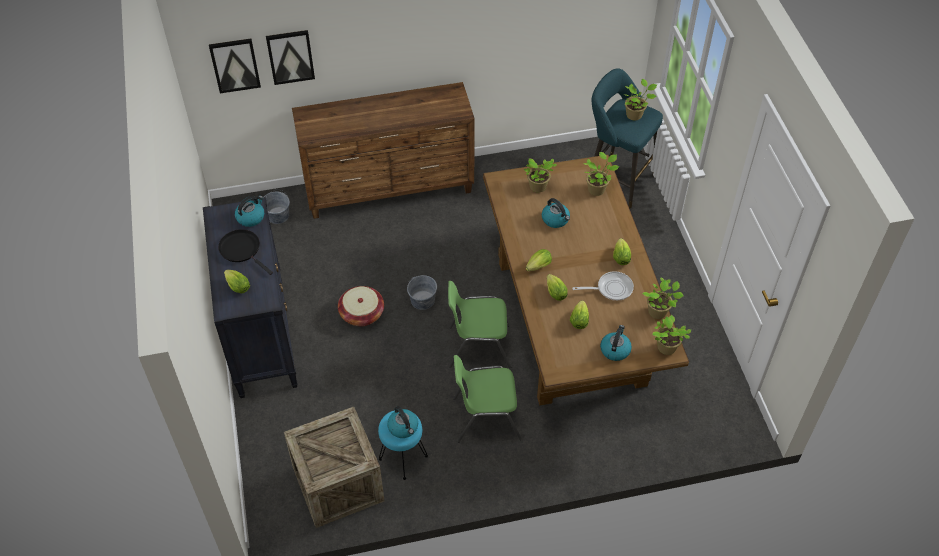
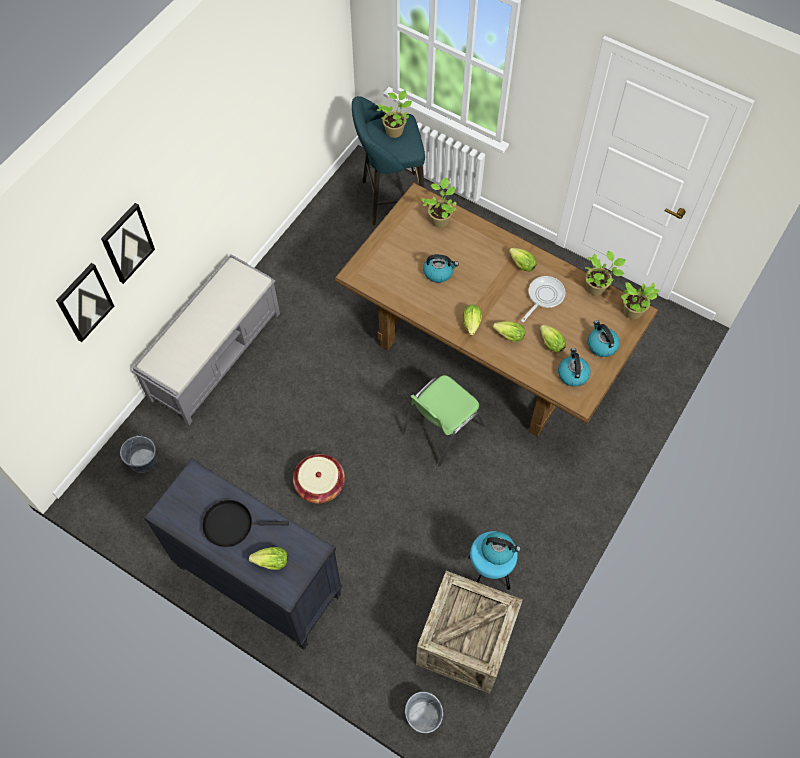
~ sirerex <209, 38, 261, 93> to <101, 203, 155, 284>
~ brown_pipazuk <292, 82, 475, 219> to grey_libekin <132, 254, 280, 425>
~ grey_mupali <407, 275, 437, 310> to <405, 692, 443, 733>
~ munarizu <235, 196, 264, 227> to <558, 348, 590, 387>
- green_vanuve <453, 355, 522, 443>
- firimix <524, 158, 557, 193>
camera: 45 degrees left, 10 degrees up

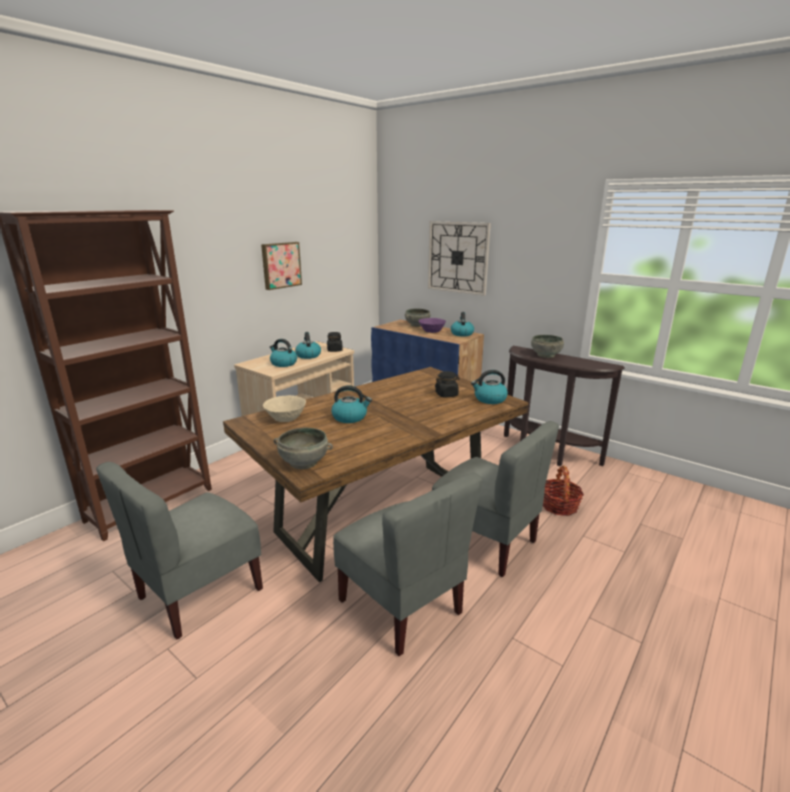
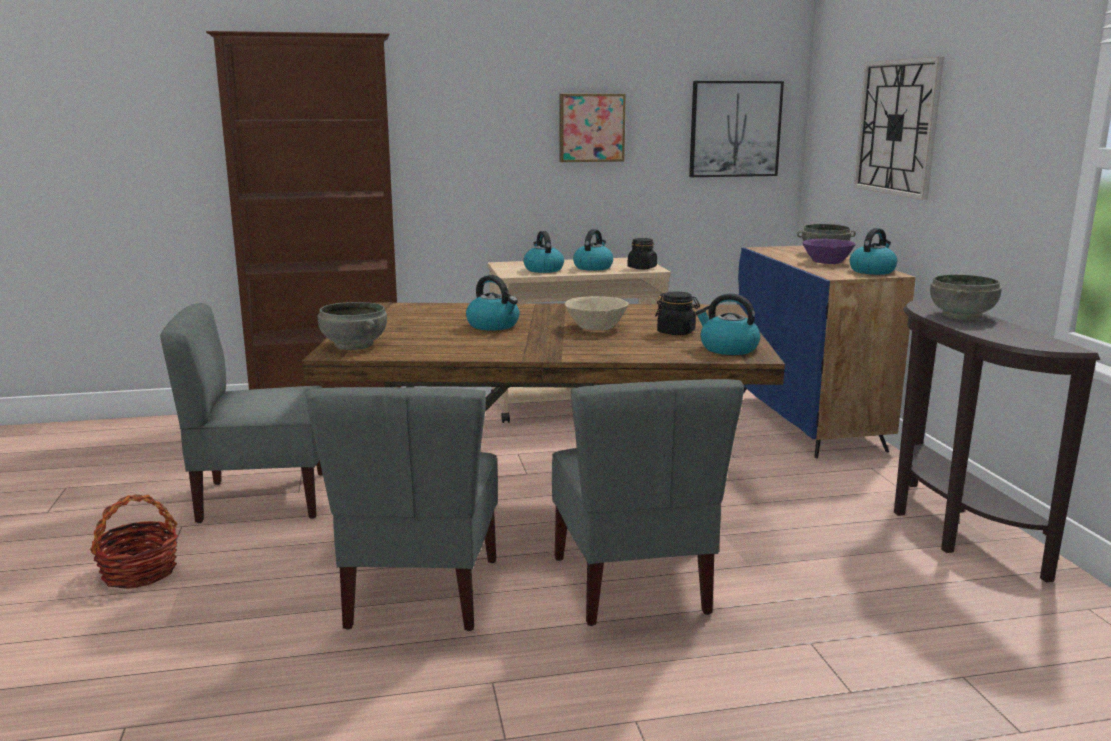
~ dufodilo <543, 466, 584, 516> to <90, 495, 178, 589>
~ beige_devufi <263, 395, 306, 422> to <565, 296, 629, 330>
+ sirerex <689, 81, 784, 177>
camera: 40 degrees right, 5 degrees down

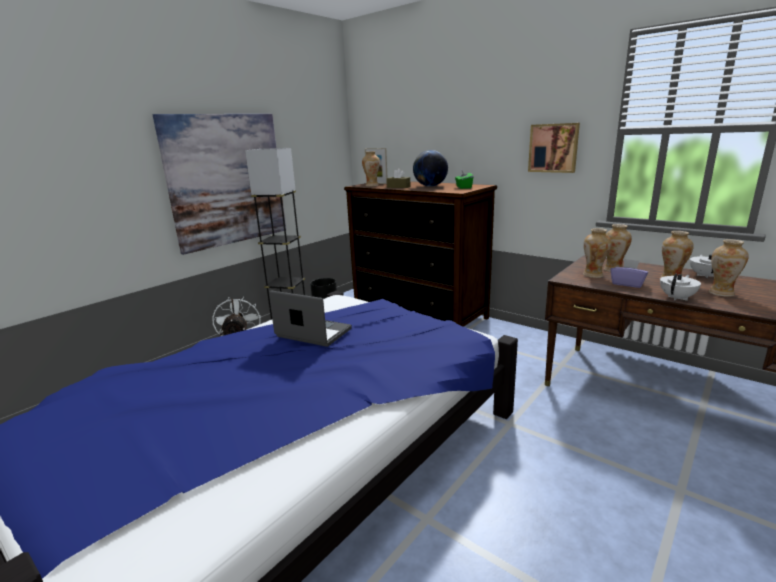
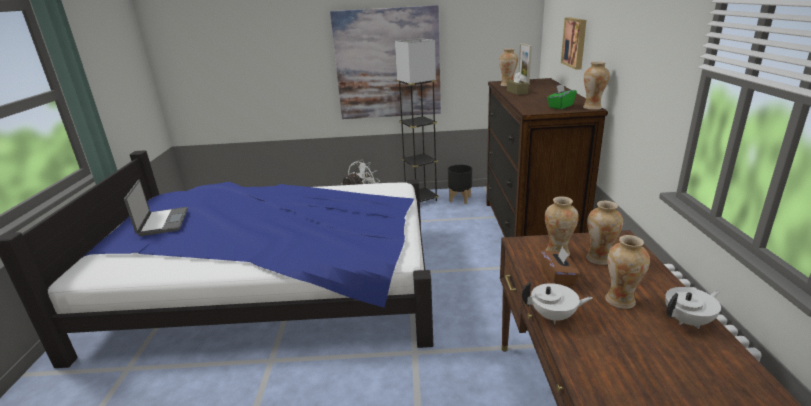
~ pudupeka <269, 290, 352, 347> to <124, 180, 188, 236>
~ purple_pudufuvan <610, 259, 648, 288> to brown_pudufuvan <540, 246, 580, 286>
~ sirerex <528, 123, 580, 173> to <561, 17, 586, 70>
~ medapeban <709, 239, 749, 297> to <583, 61, 610, 110>
- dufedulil <413, 150, 448, 187>
camera: 50 degrees right, 5 degrees up

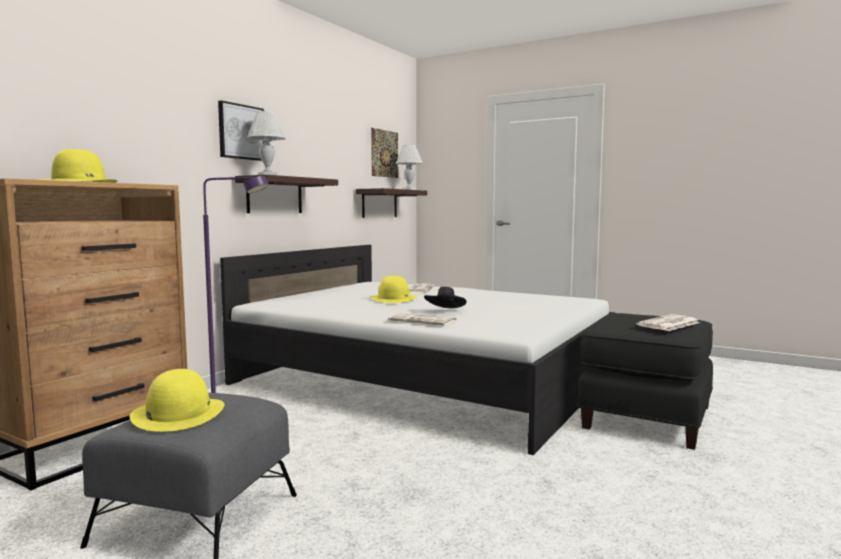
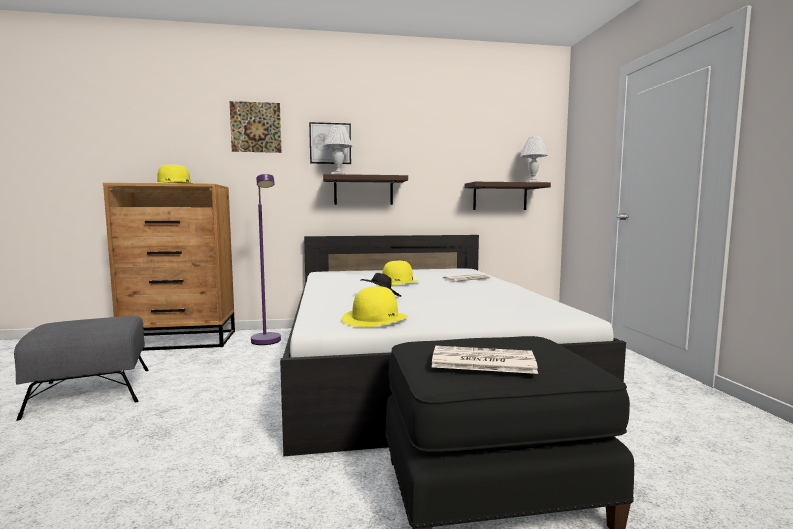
~ sirerex <371, 128, 398, 178> to <230, 101, 282, 153>
~ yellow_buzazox <130, 369, 224, 432> to <342, 286, 408, 327>
- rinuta <388, 313, 457, 326>
camera: 50 degrees right, 0 degrees up

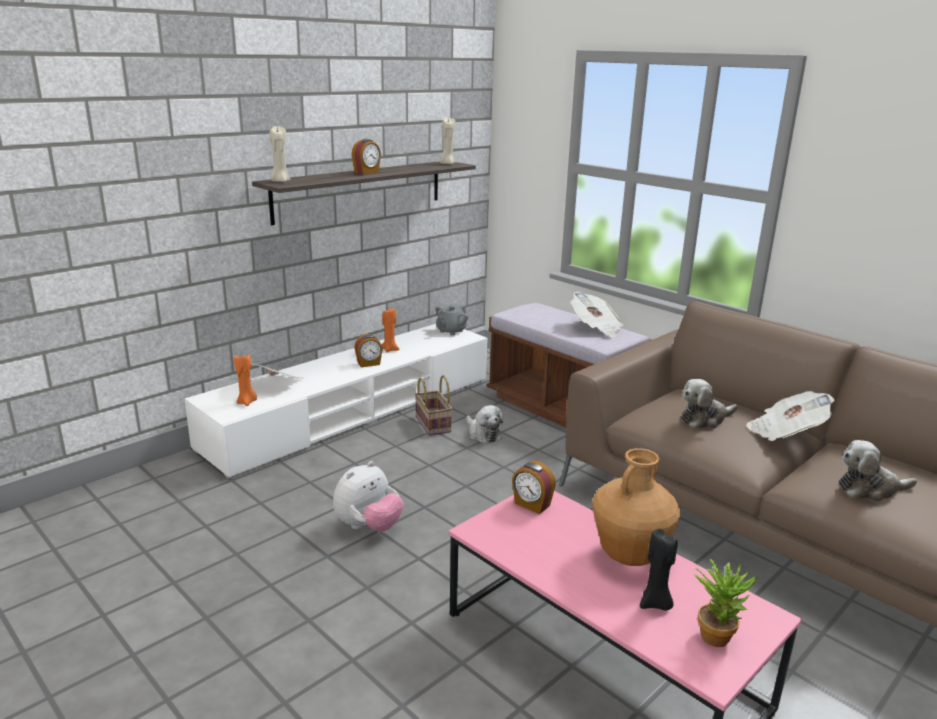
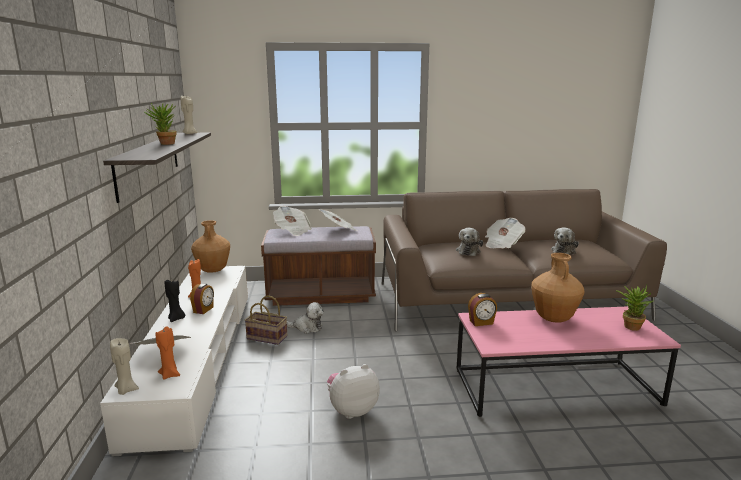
~ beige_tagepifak <269, 126, 290, 182> to <110, 338, 139, 395>
~ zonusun <352, 139, 381, 175> to firimix <145, 103, 177, 145>
~ black_tagepifak <640, 529, 678, 611> to <164, 280, 185, 322>
~ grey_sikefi <436, 305, 468, 336> to brown_medapeban <191, 220, 230, 273>
+ rinuta <273, 206, 312, 236>
~ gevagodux <333, 461, 404, 532> = <327, 364, 380, 419> 105 degrees counterclockwise
camera: 50 degrees left, 5 degrees down

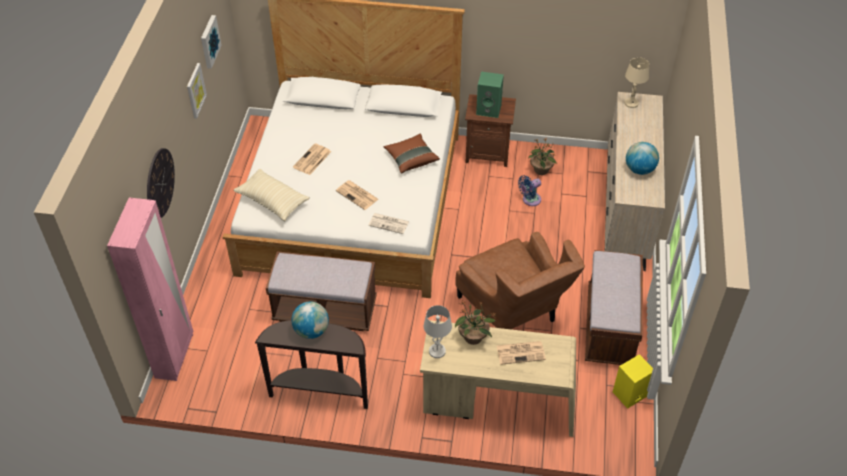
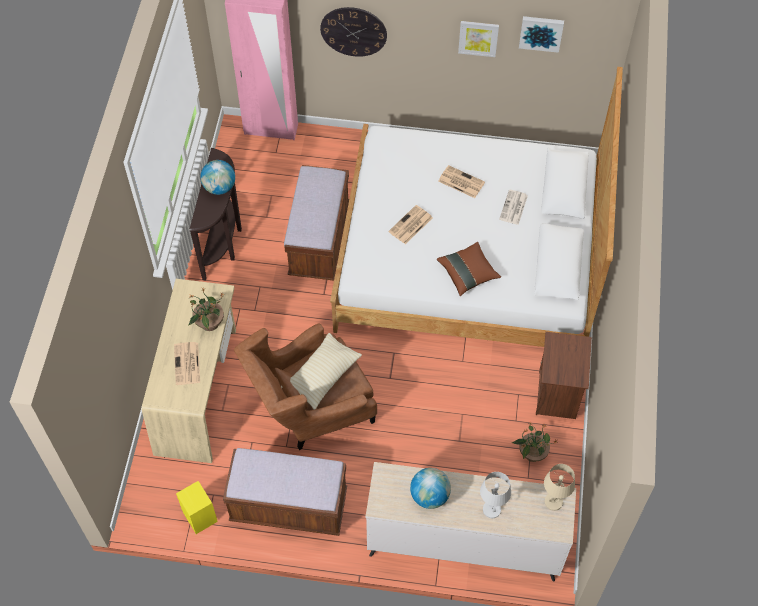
~ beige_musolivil <234, 169, 310, 221> to <281, 333, 362, 410>
~ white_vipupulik <424, 305, 452, 358> to <480, 472, 511, 518>
~ rinuta <369, 213, 409, 234> to <499, 190, 528, 225>
- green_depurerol <476, 71, 504, 118>
- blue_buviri <518, 175, 541, 206>
camera: 90 degrees right, 10 degrees up

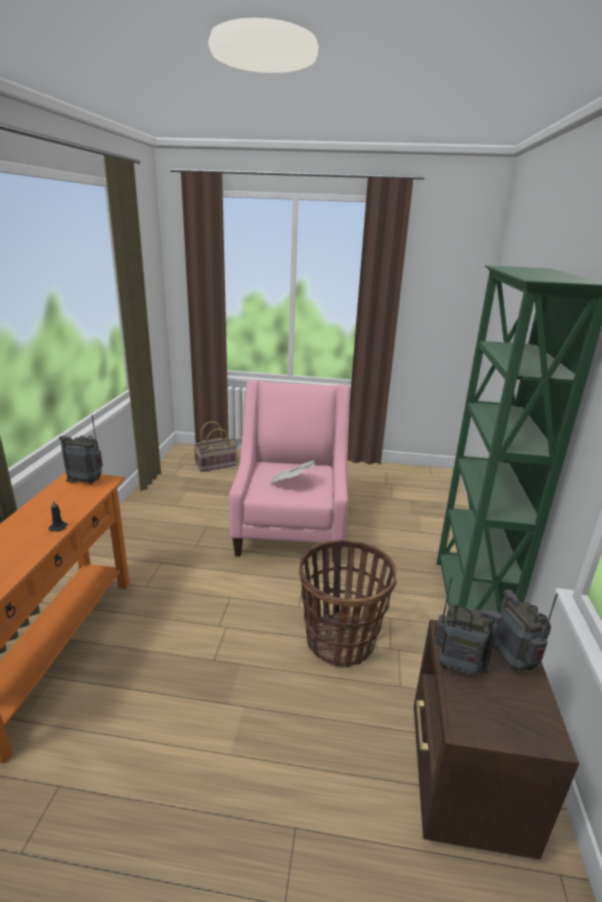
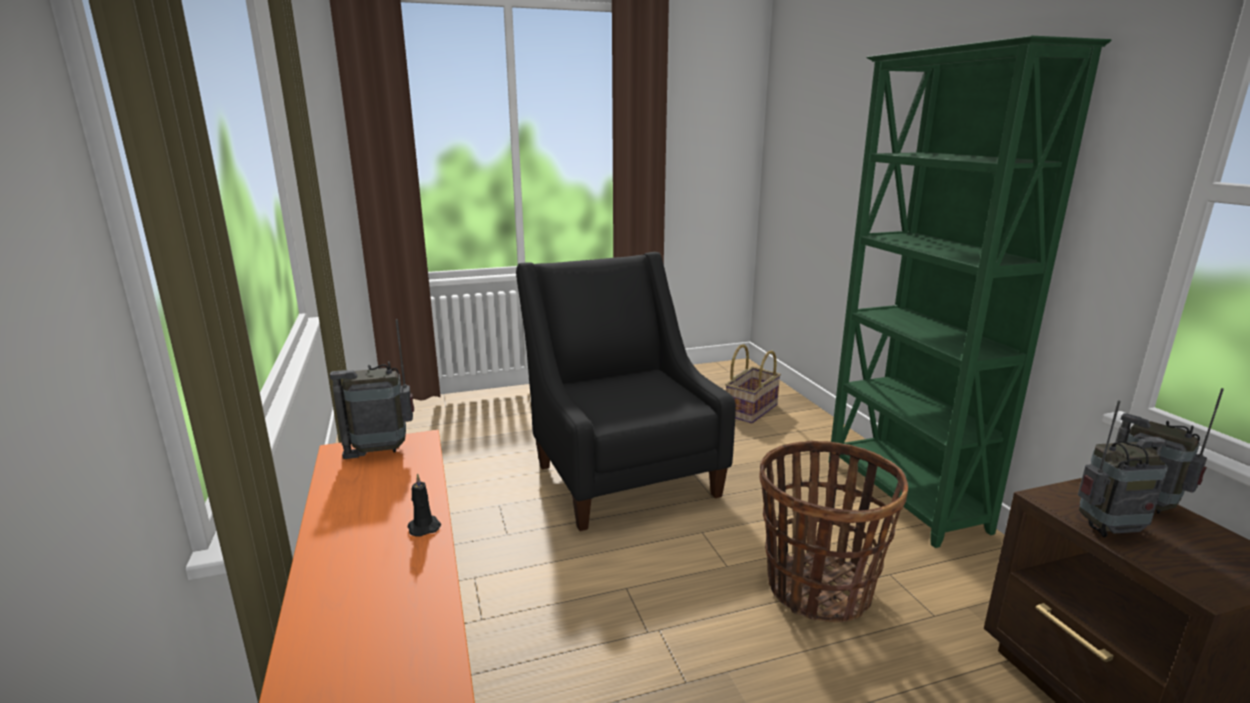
~ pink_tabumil <229, 380, 350, 562> to black_tabumil <516, 252, 736, 531>
~ dufodilo <193, 421, 237, 472> to <725, 344, 781, 424>
- rinuta <270, 460, 315, 483>
camera: 25 degrees left, 5 degrees down

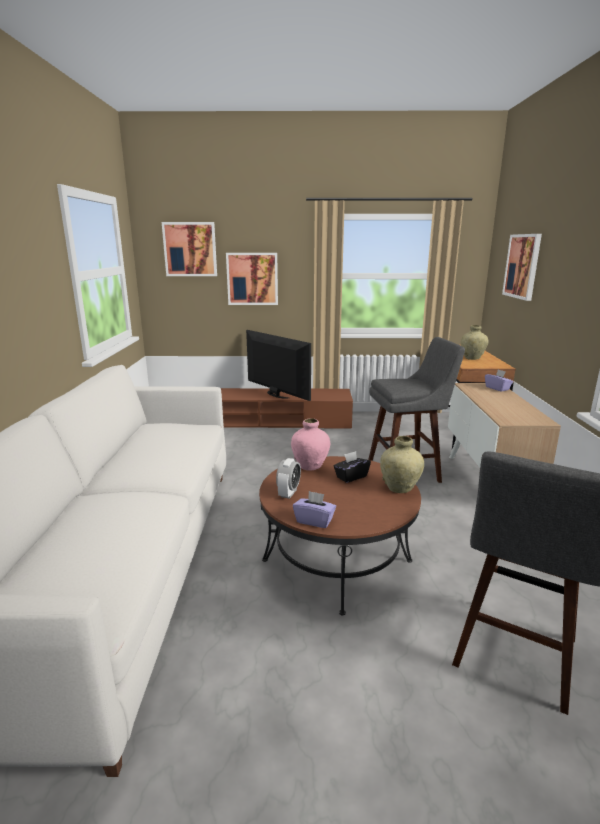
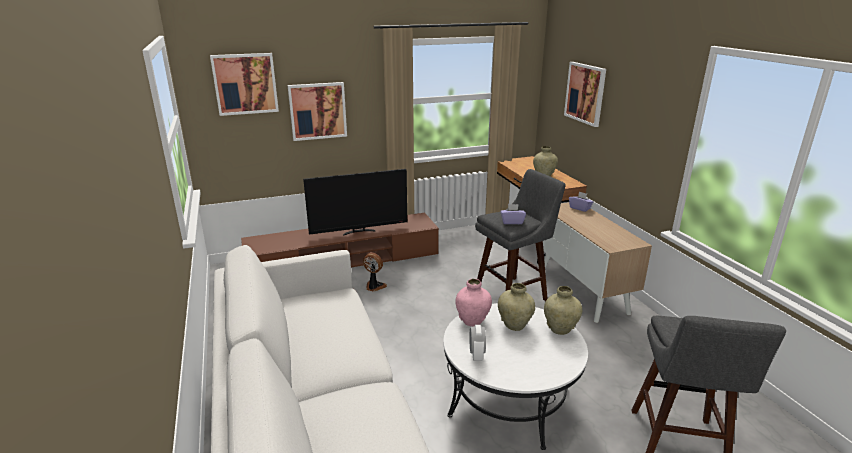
~ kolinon <246, 330, 311, 401> = <303, 169, 407, 236> 135 degrees clockwise
+ buviri <363, 253, 387, 292>
~ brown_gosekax <259, 456, 421, 615> to white_gosekax <443, 303, 588, 450>
~ black_pudufuvan <334, 451, 371, 483> to beige_medapeban <498, 283, 535, 331>
~ purple_pudufuvan <293, 491, 336, 528> to <500, 204, 526, 224>
camera: 20 degrees left, 5 degrees up

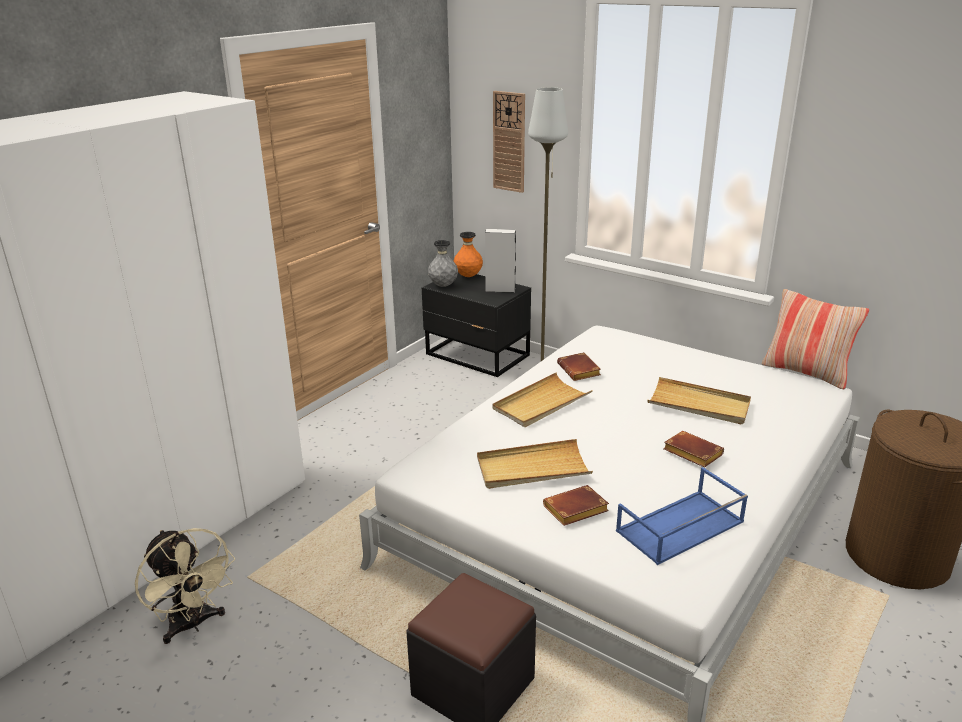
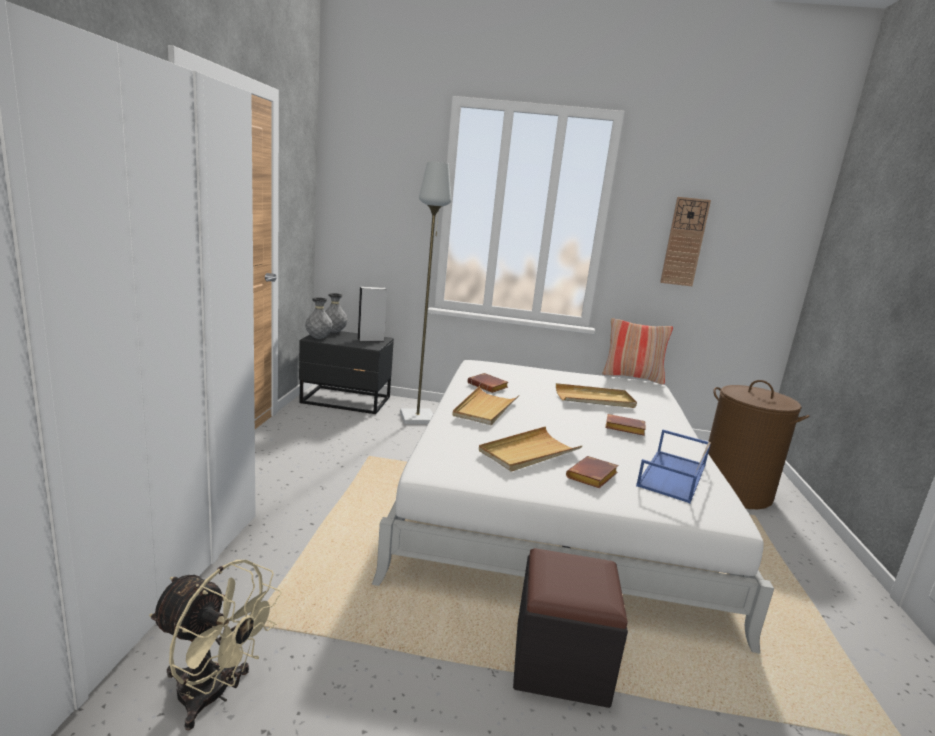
~ orange_medapeban <454, 232, 483, 277> to grey_medapeban <325, 293, 348, 333>
~ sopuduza <493, 91, 525, 193> to <660, 197, 711, 286>
camera: 30 degrees left, 10 degrees down

